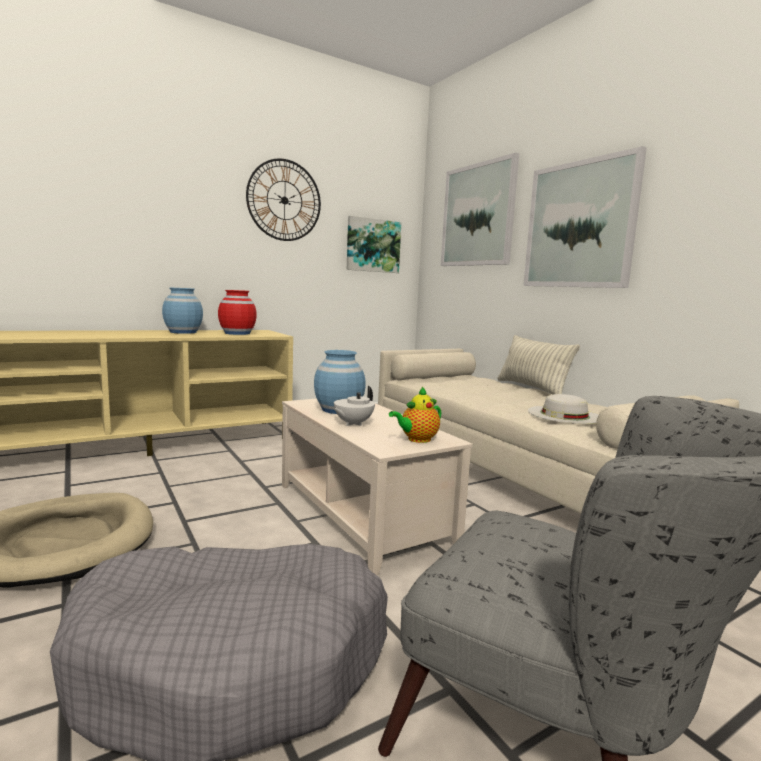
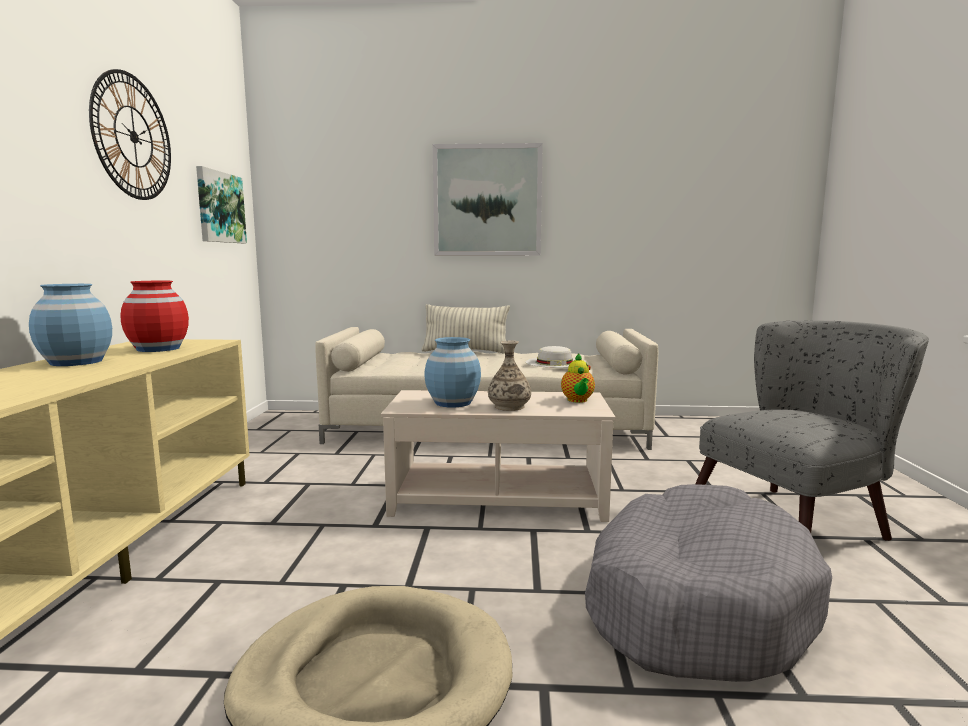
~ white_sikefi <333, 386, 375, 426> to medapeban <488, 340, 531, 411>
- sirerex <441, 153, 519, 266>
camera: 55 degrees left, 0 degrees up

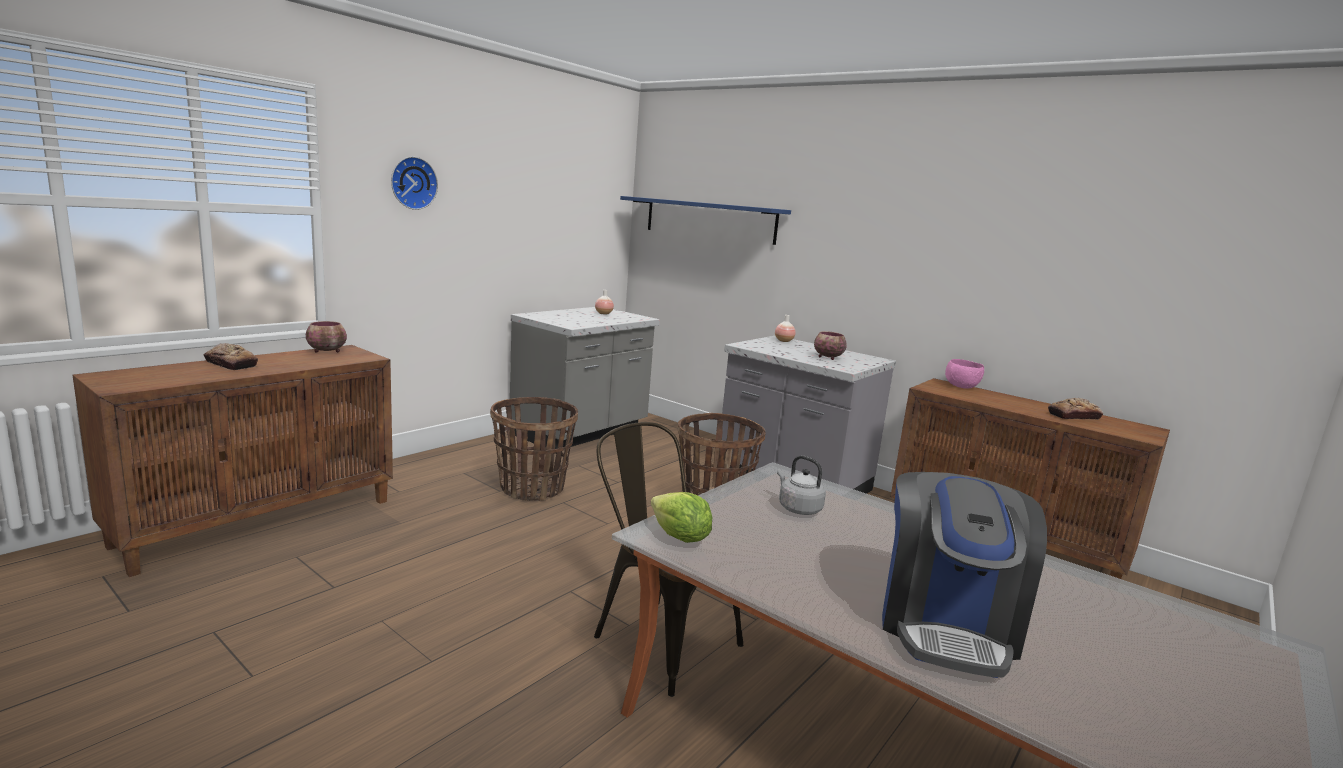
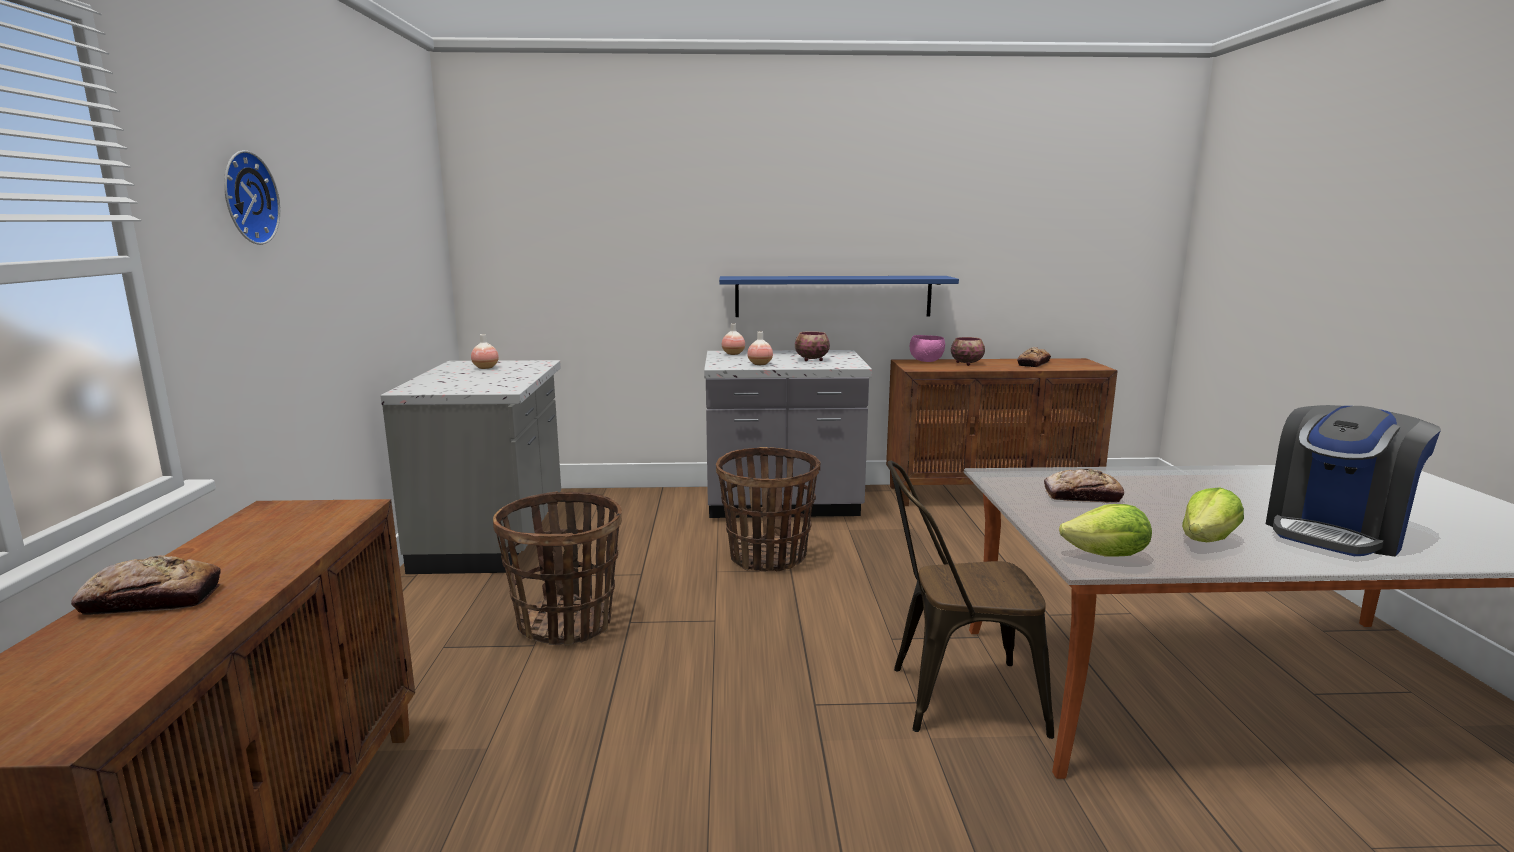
~ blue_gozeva <620, 196, 791, 245> to <719, 276, 959, 317>
+ medapeban <747, 331, 773, 365>
~ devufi <306, 321, 347, 353> to <951, 337, 985, 366>
~ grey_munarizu <777, 455, 826, 515> to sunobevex <1044, 469, 1124, 503>
+ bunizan <1182, 487, 1244, 542>
~ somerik <882, 472, 1047, 678> = <1266, 405, 1441, 557> 75 degrees clockwise
camera: 40 degrees left, 0 degrees up

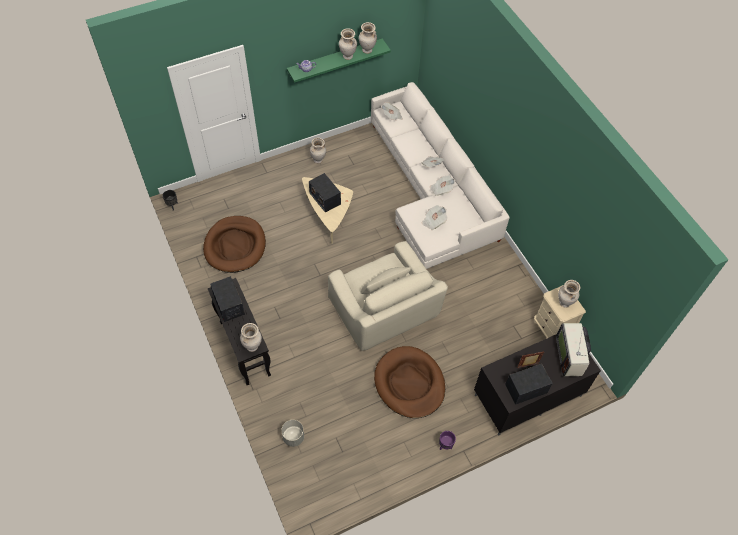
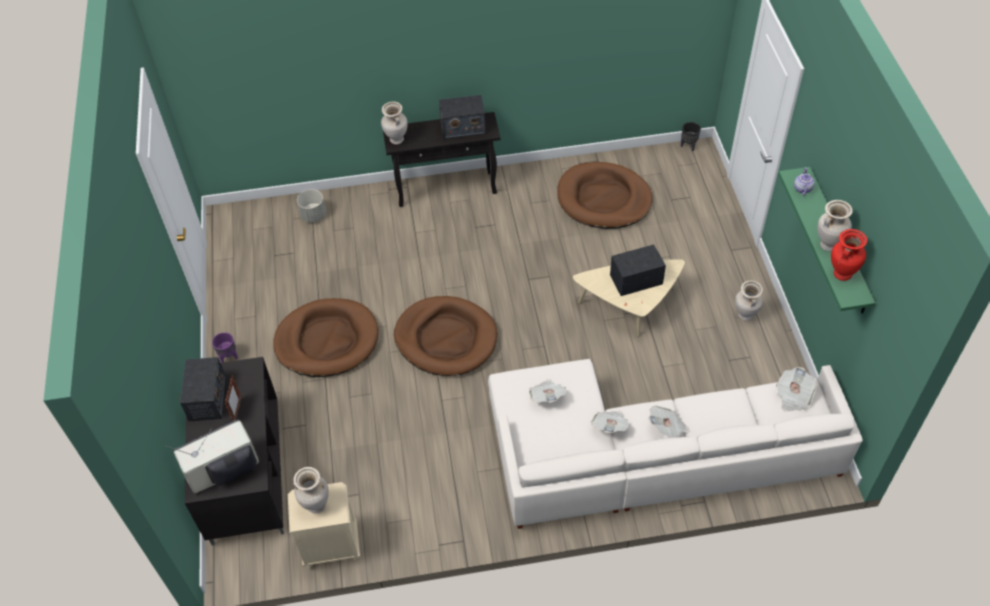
~ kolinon <556, 323, 591, 376> = <166, 419, 259, 494> 45 degrees counterclockwise
~ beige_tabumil <328, 241, 448, 351> to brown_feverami <394, 296, 497, 376>
~ beige_medapeban <359, 22, 377, 54> to red_medapeban <831, 229, 867, 281>
camera: 110 degrees right, 5 degrees down

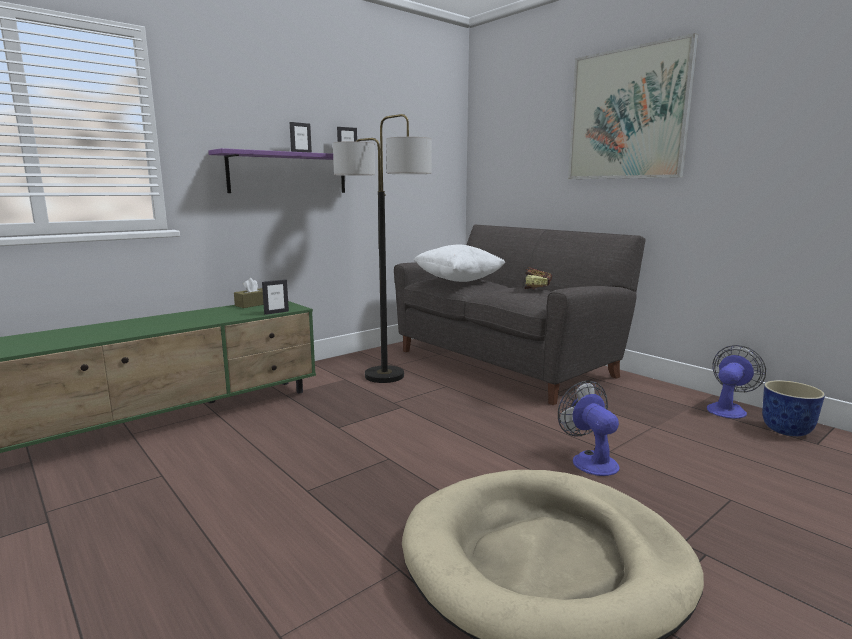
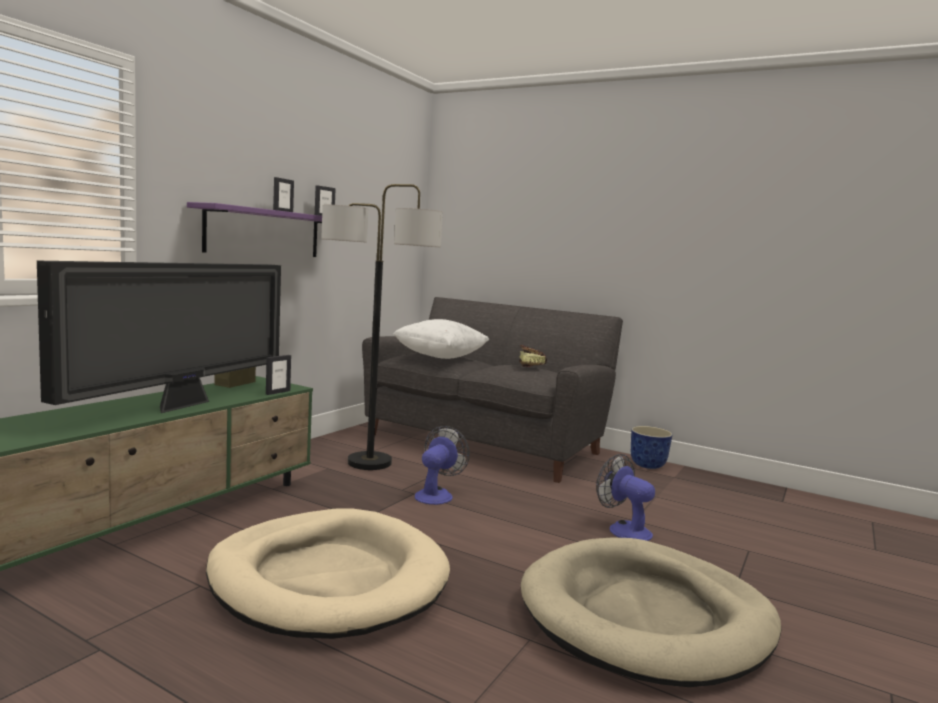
+ kolinon <37, 261, 281, 413>
+ beige_feverami <206, 508, 450, 639>
~ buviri <707, 345, 766, 419> to <415, 426, 470, 505>
~ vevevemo <762, 380, 825, 436> to <631, 426, 673, 469>
- sirerex <568, 33, 698, 179>
camera: 20 degrees left, 5 degrees down

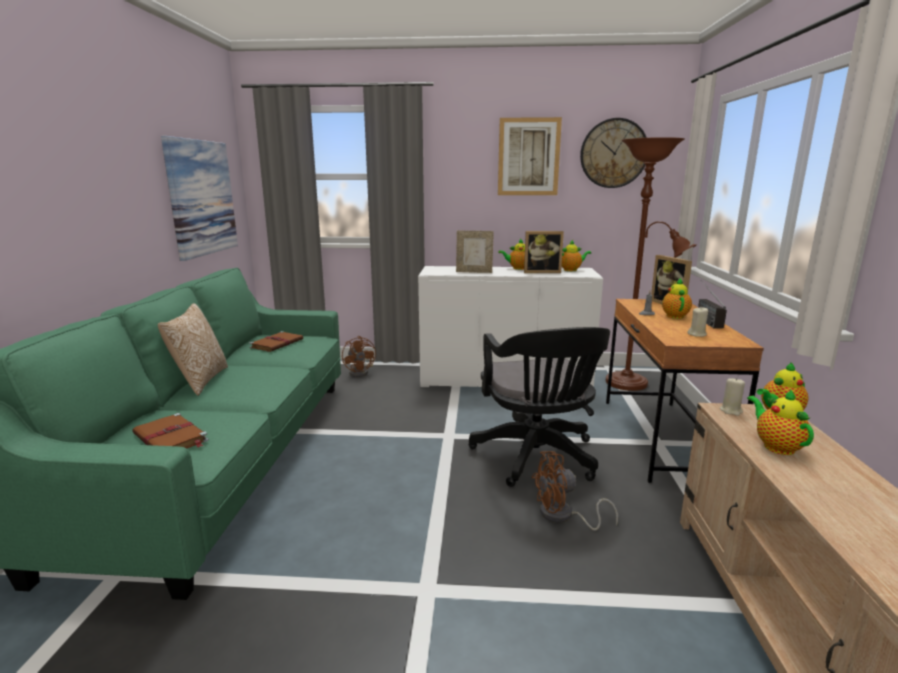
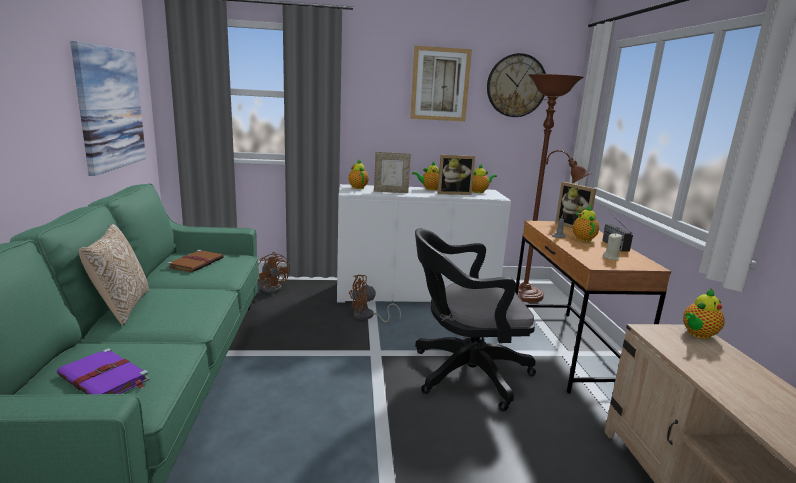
~ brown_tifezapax <132, 413, 209, 449> to purple_tifezapax <57, 348, 150, 394>
~ sikefi <747, 389, 814, 455> to <348, 159, 369, 189>
~ brown_buviri <532, 451, 618, 531> to <349, 275, 401, 323>
~ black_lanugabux <469, 327, 610, 487> = <415, 228, 536, 412> 105 degrees clockwise
- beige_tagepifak <720, 377, 745, 416>
camera: 10 degrees left, 0 degrees up

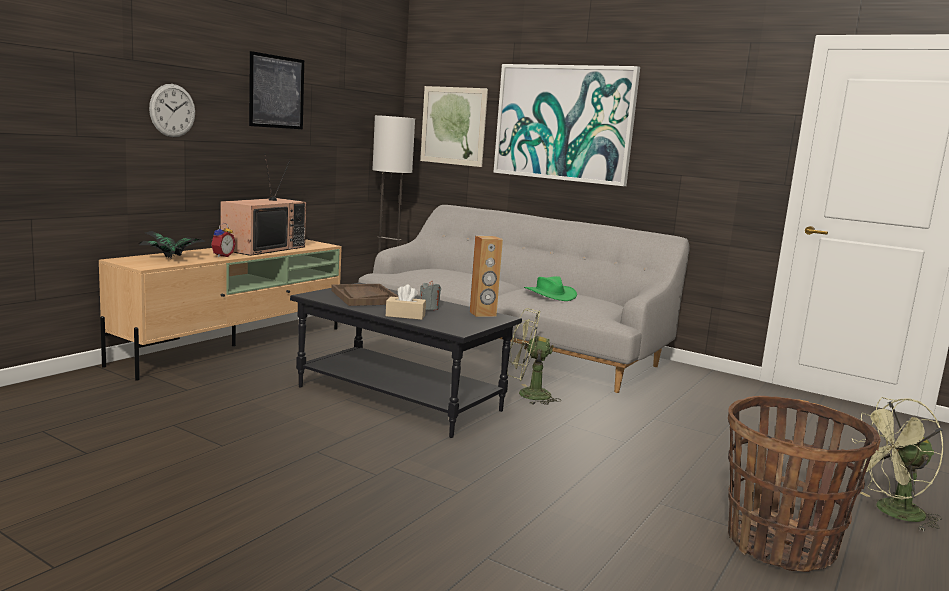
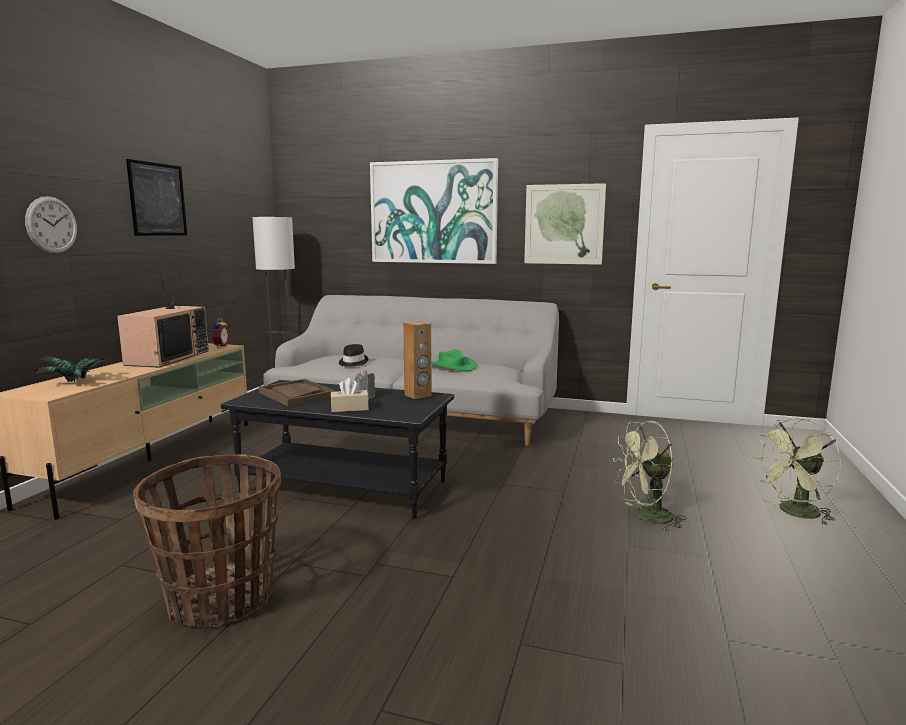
~ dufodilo <728, 396, 881, 572> to <133, 454, 282, 628>
~ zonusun <211, 223, 236, 258> to <211, 318, 229, 347>
+ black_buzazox <339, 344, 368, 367>
~ sirerex <420, 86, 488, 167> to <524, 183, 606, 265>
~ green_buviri <507, 308, 561, 405> to <613, 421, 687, 532>
camera: 15 degrees left, 0 degrees up

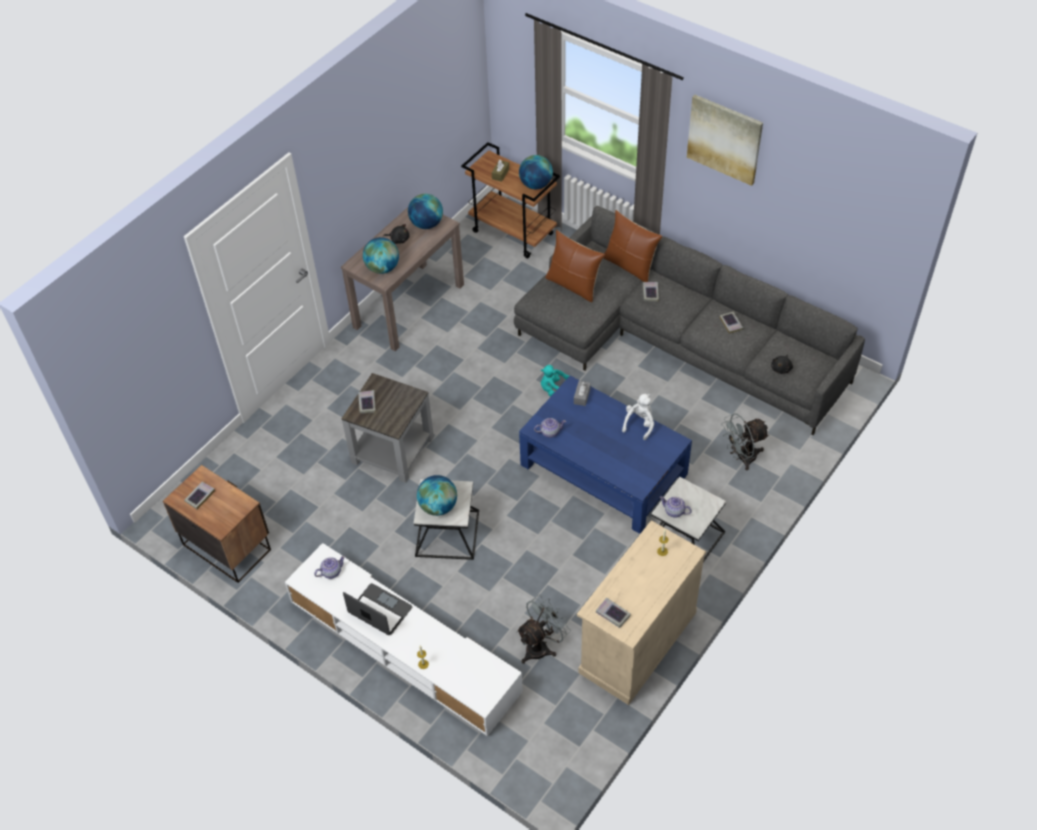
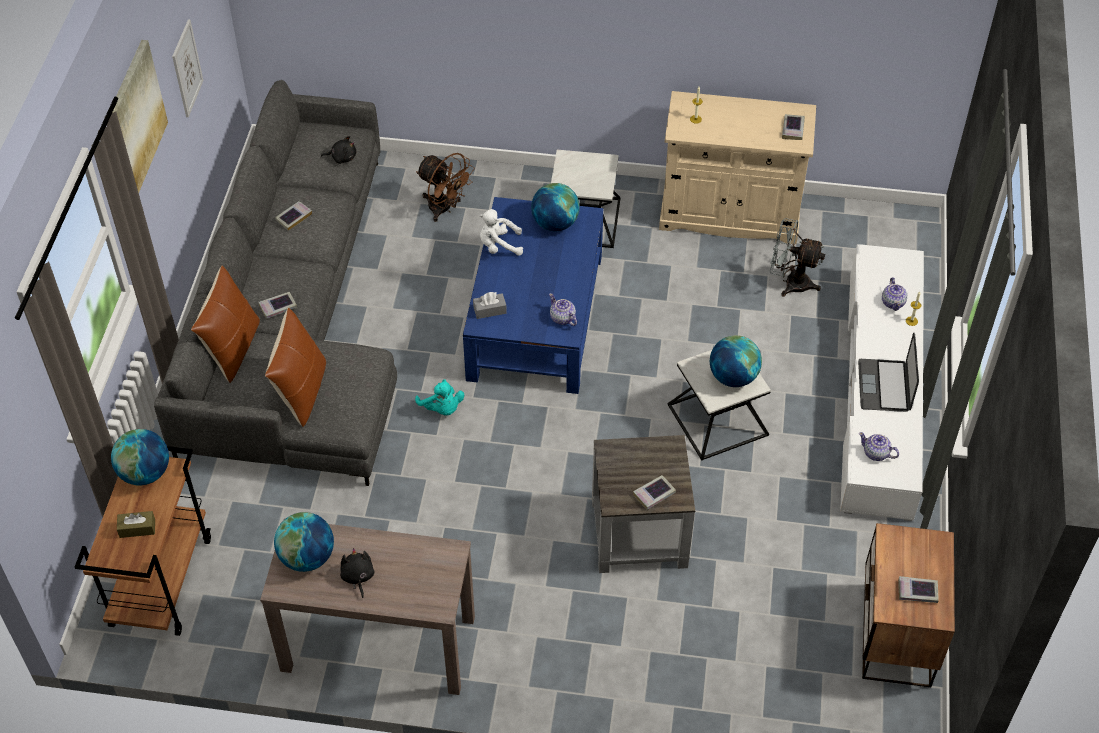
+ sirerex <172, 19, 203, 117>
~ grey_buviri <721, 413, 769, 470> to brown_buviri <416, 153, 475, 222>
~ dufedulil <363, 237, 399, 274> to <531, 183, 580, 231>
~ sikefi <660, 496, 692, 517> to <882, 277, 907, 311>
camera: 120 degrees left, 0 degrees up

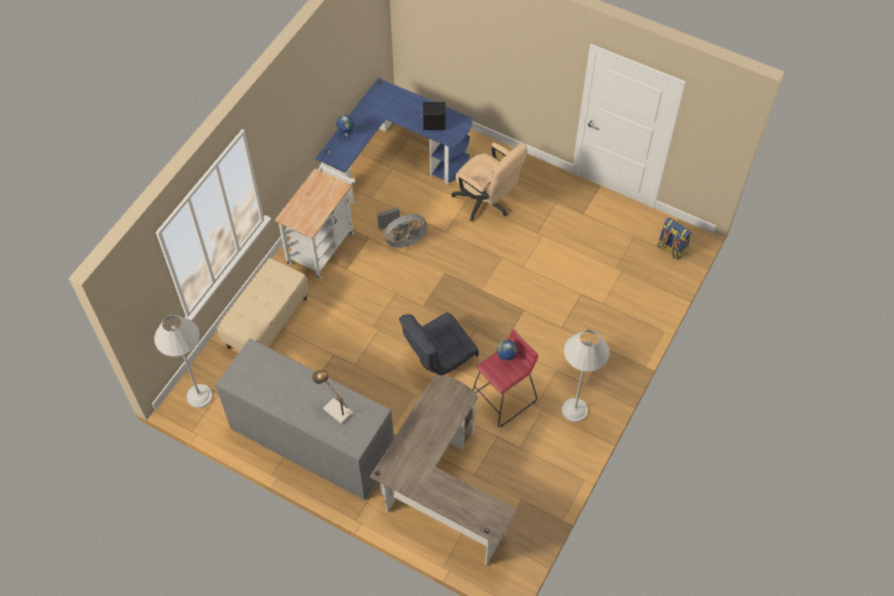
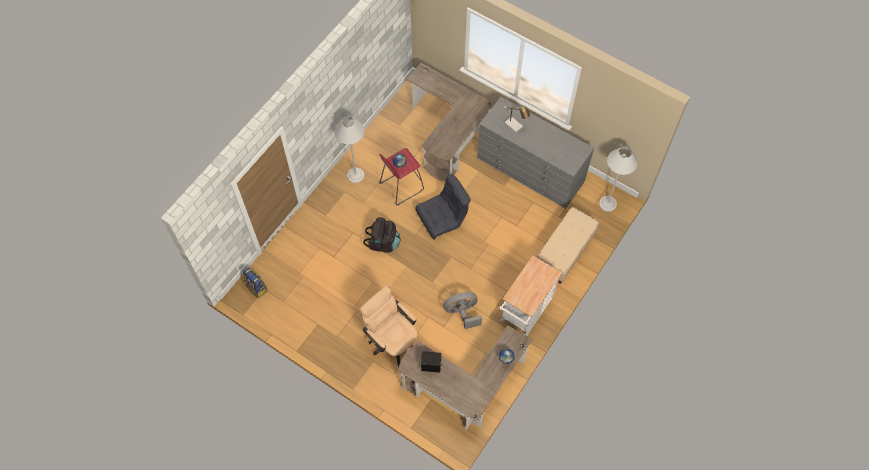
+ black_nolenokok <363, 217, 401, 253>
~ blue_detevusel <315, 78, 473, 204> to brown_detevusel <398, 325, 532, 430>
camera: 175 degrees left, 5 degrees up

